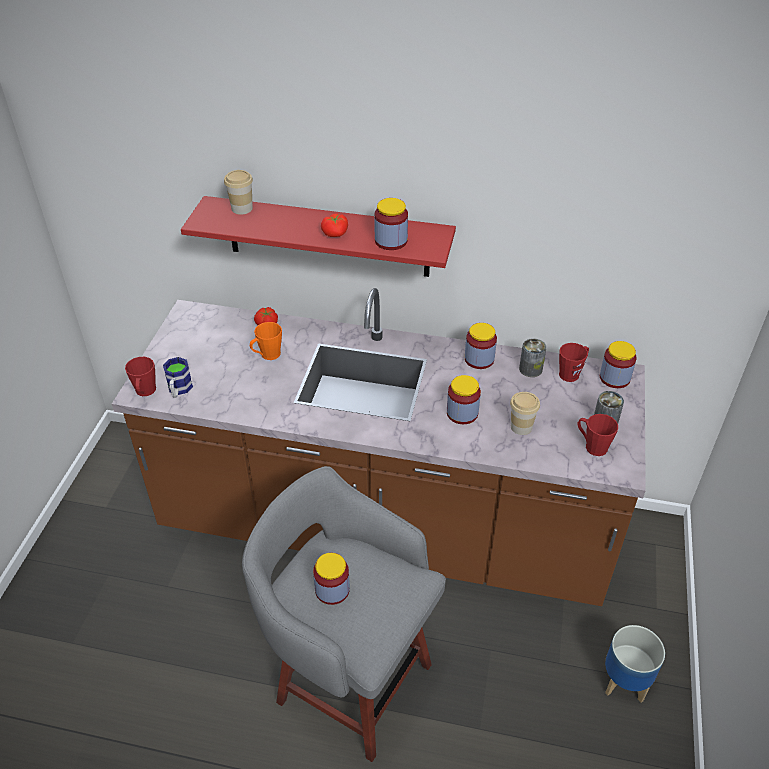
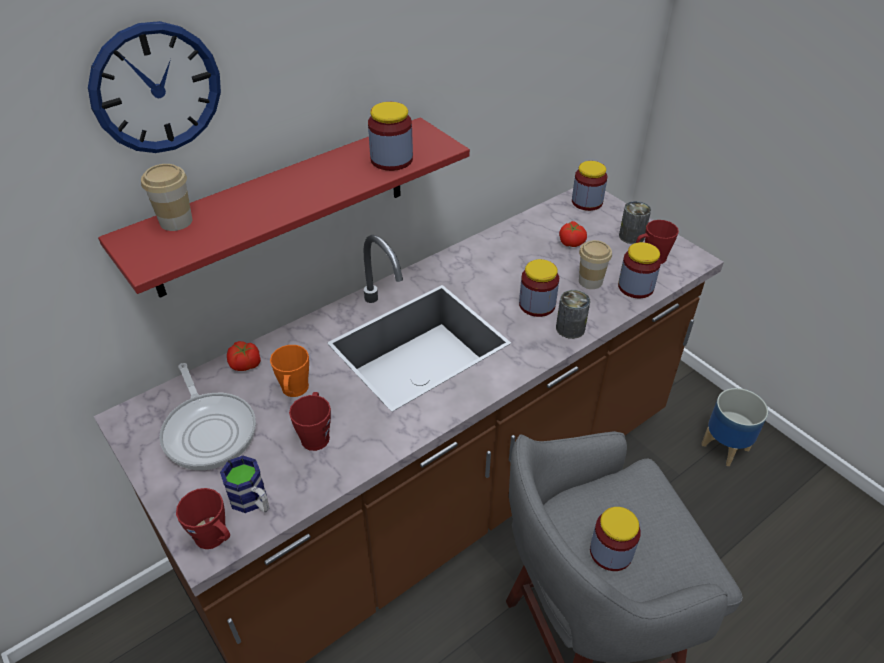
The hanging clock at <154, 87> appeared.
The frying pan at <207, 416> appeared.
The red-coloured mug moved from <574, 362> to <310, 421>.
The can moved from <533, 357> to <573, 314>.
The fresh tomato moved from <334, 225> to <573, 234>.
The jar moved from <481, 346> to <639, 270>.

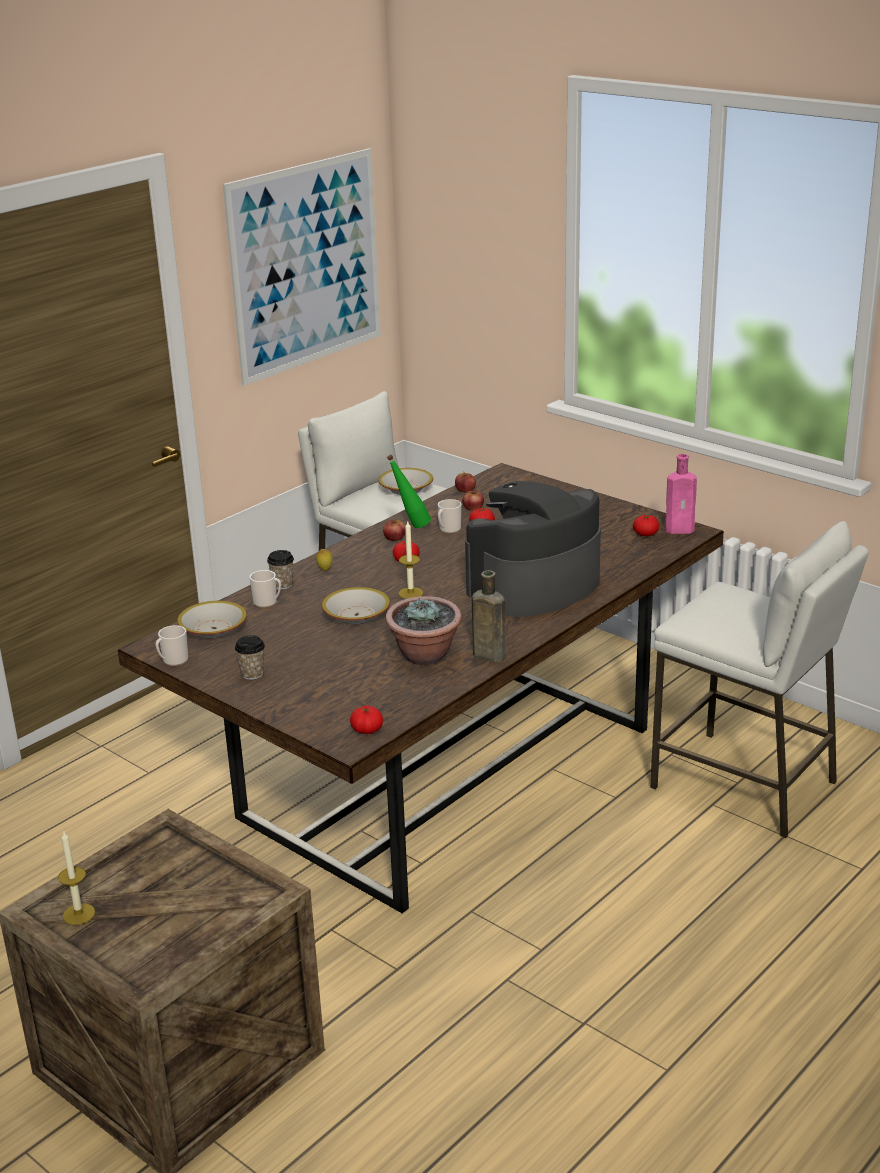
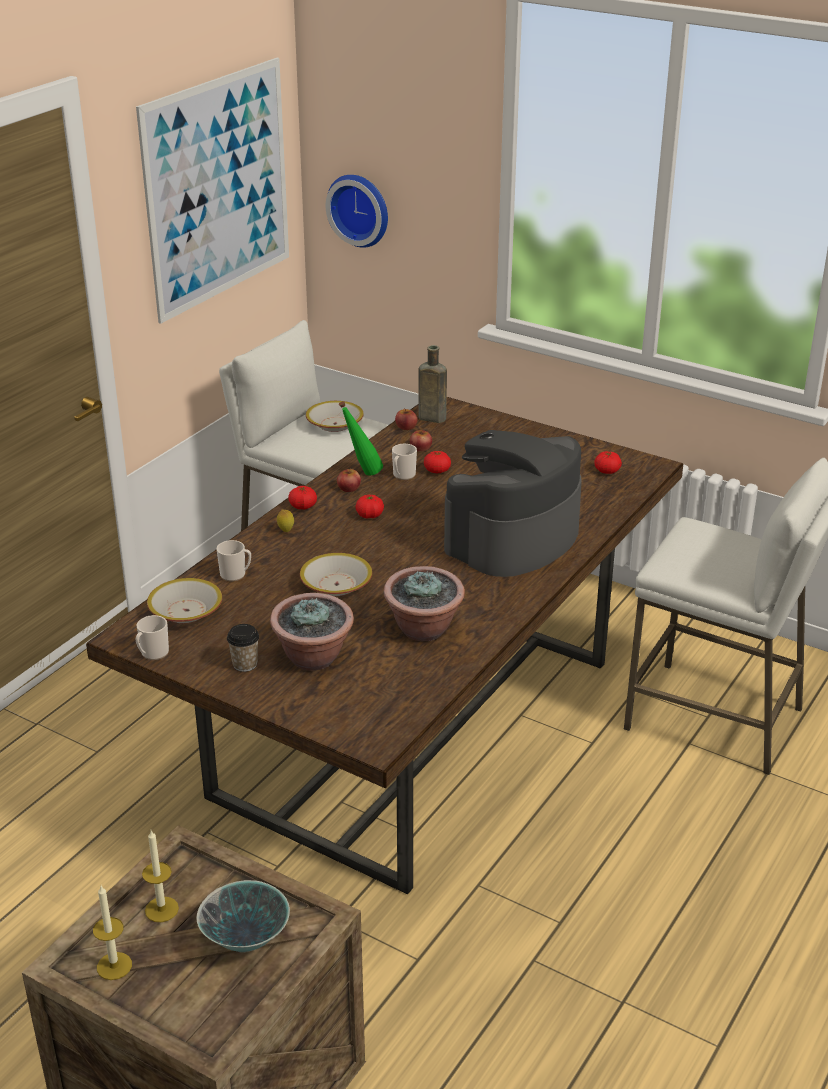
The wax light moved from <411, 559> to <160, 876>.
The bowl at <243, 916> appeared.
The plant in a pot at <312, 632> appeared.
The fresh tomato moved from <366, 720> to <302, 498>.
The hanging clock at <357, 211> appeared.
The brown beverage bottle moved from <489, 616> to <432, 384>.
The drinking cup at <280, 570> disappeared.
The pink-coloured beverage bottle at <681, 494> disappeared.

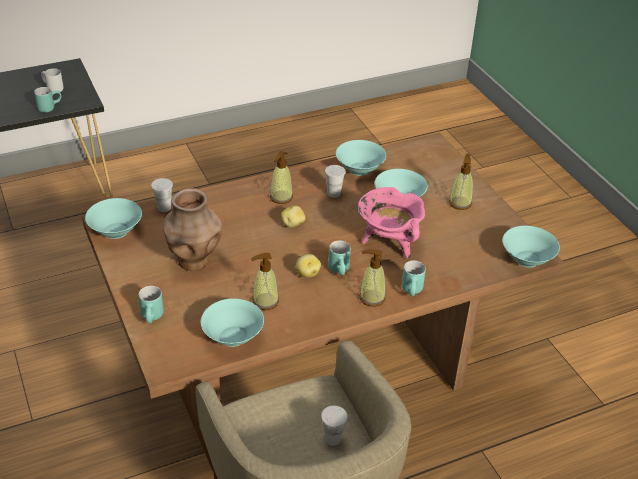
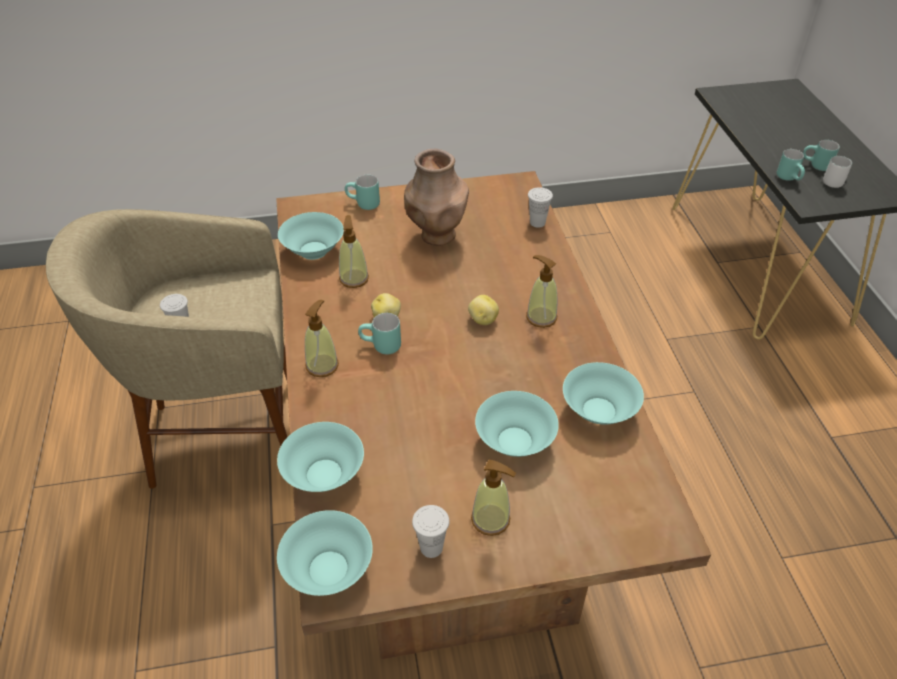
The turquoise-coloured bowl moved from <113, 218> to <320, 457>.
The whitish drinking cup moved from <335, 181> to <430, 531>.
The turquoise-coloured mug moved from <414, 278> to <821, 155>.
The pink-coloured cooking pot at <391, 223> disappeared.

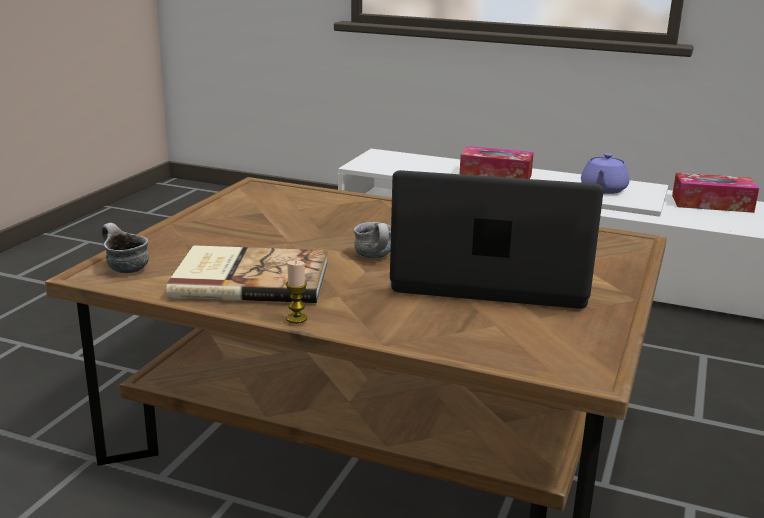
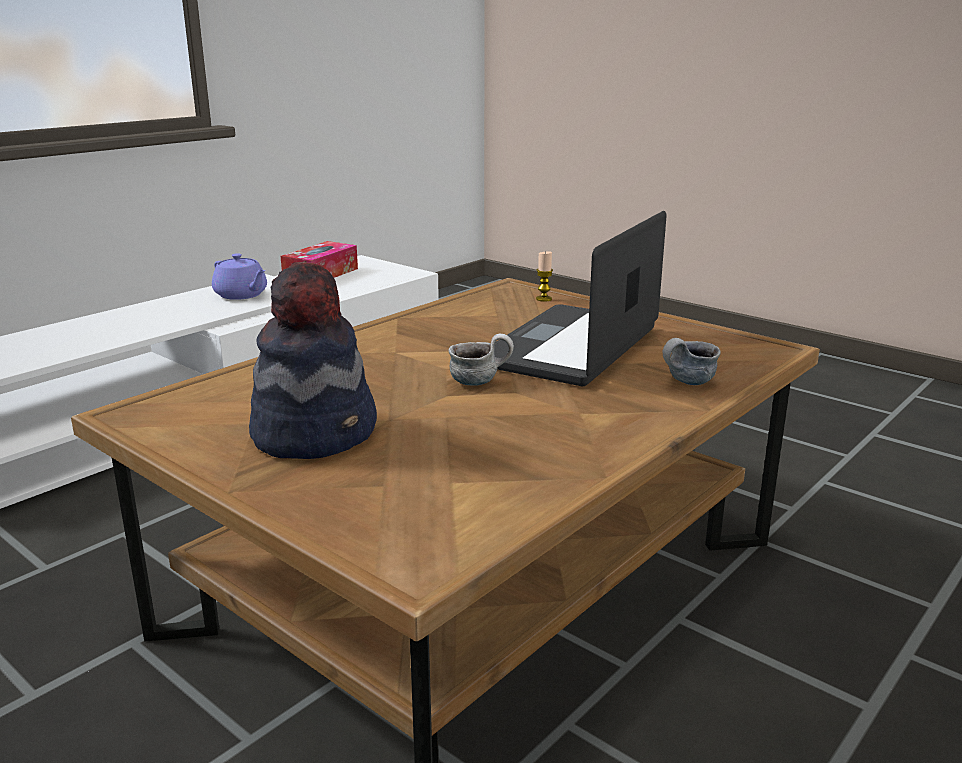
The hat at <313, 360> appeared.
The wax light moved from <296, 292> to <544, 276>.
The mug moved from <125, 248> to <691, 361>.
The volume at <247, 274> disappeared.
The box of tissues at <497, 162> disappeared.

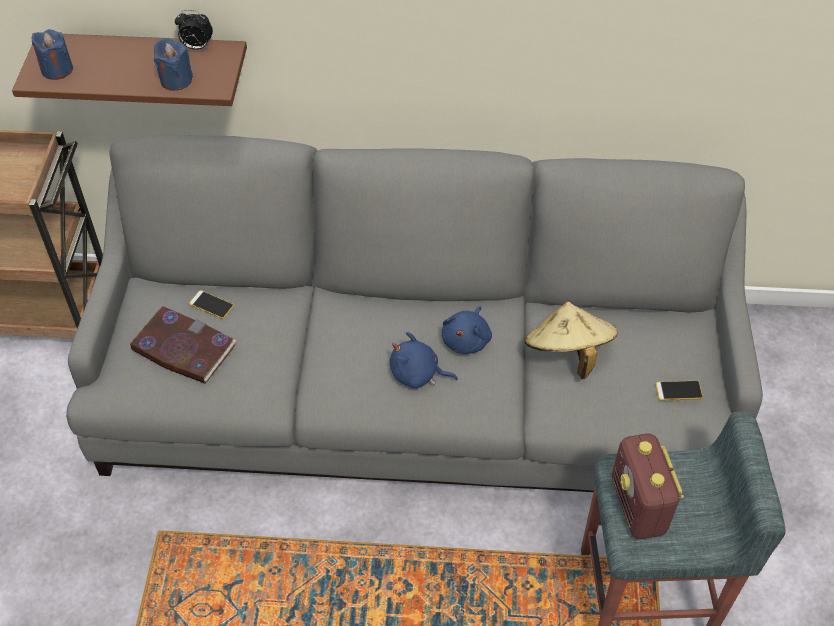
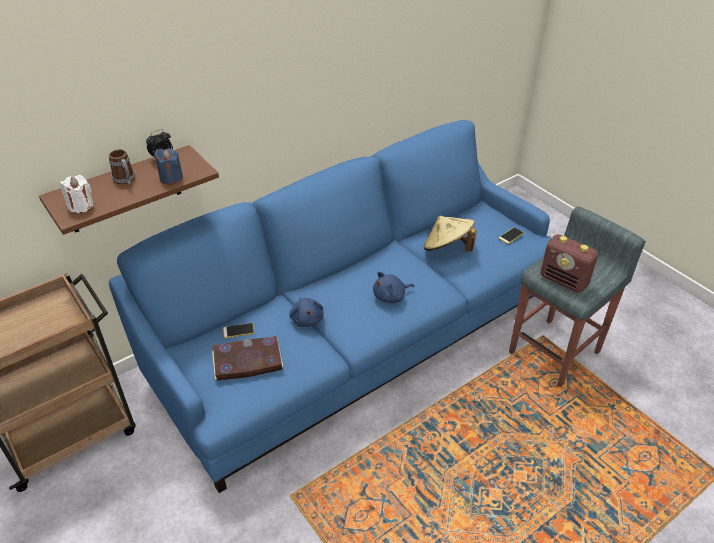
The bluish wax light at <52, 54> became the whitish wax light at <77, 194>.
The gray settee at <414, 313> became the bluish settee at <330, 306>.
The mug at <122, 167> appeared.
The bluish plush toy moved from <467, 330> to <306, 312>.

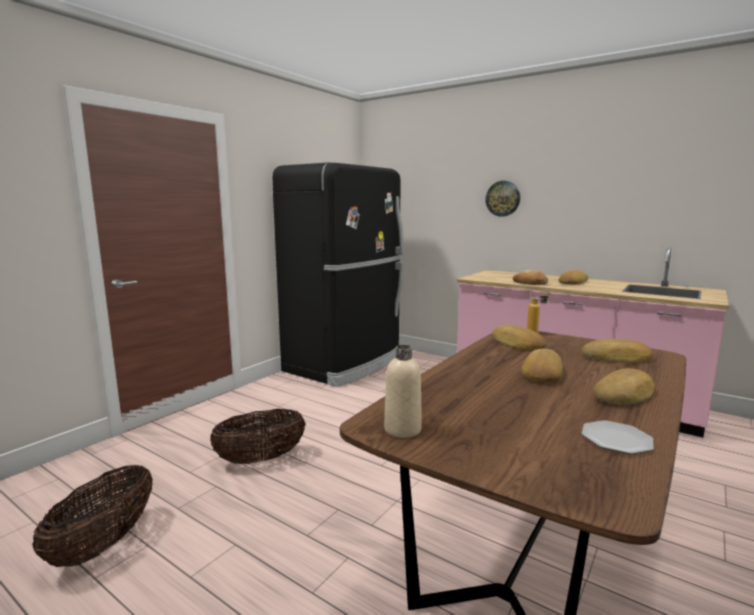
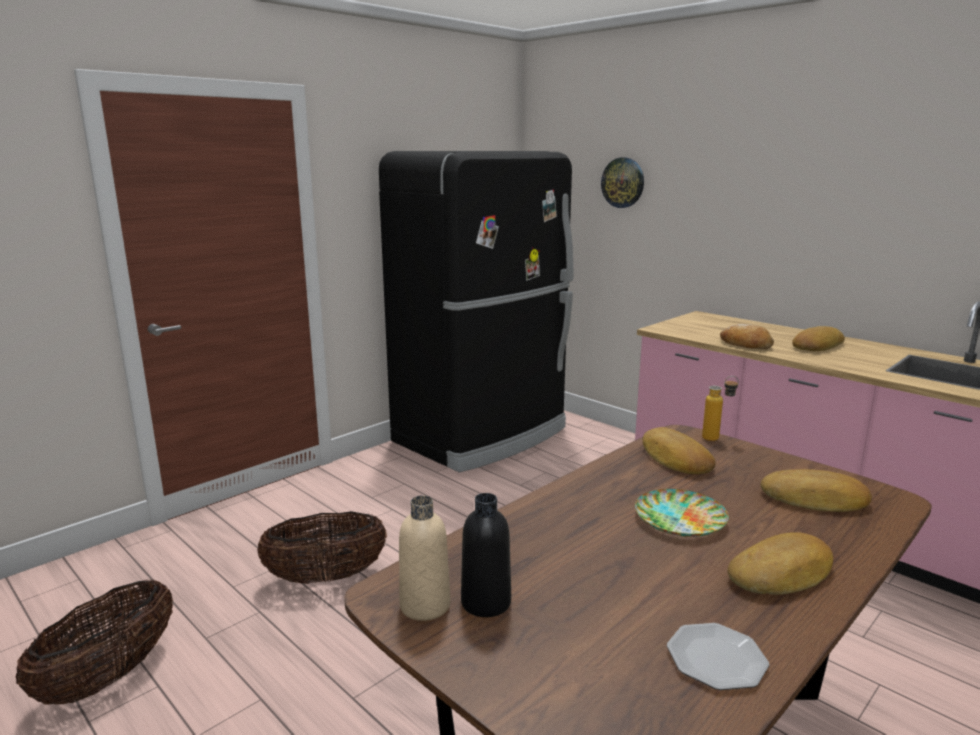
The blackish beverage bottle at <486, 555> appeared.
The hanging clock moved from <503, 199> to <622, 183>.
The baked bread at <542, 366> was replaced by the dinner plate at <682, 513>.

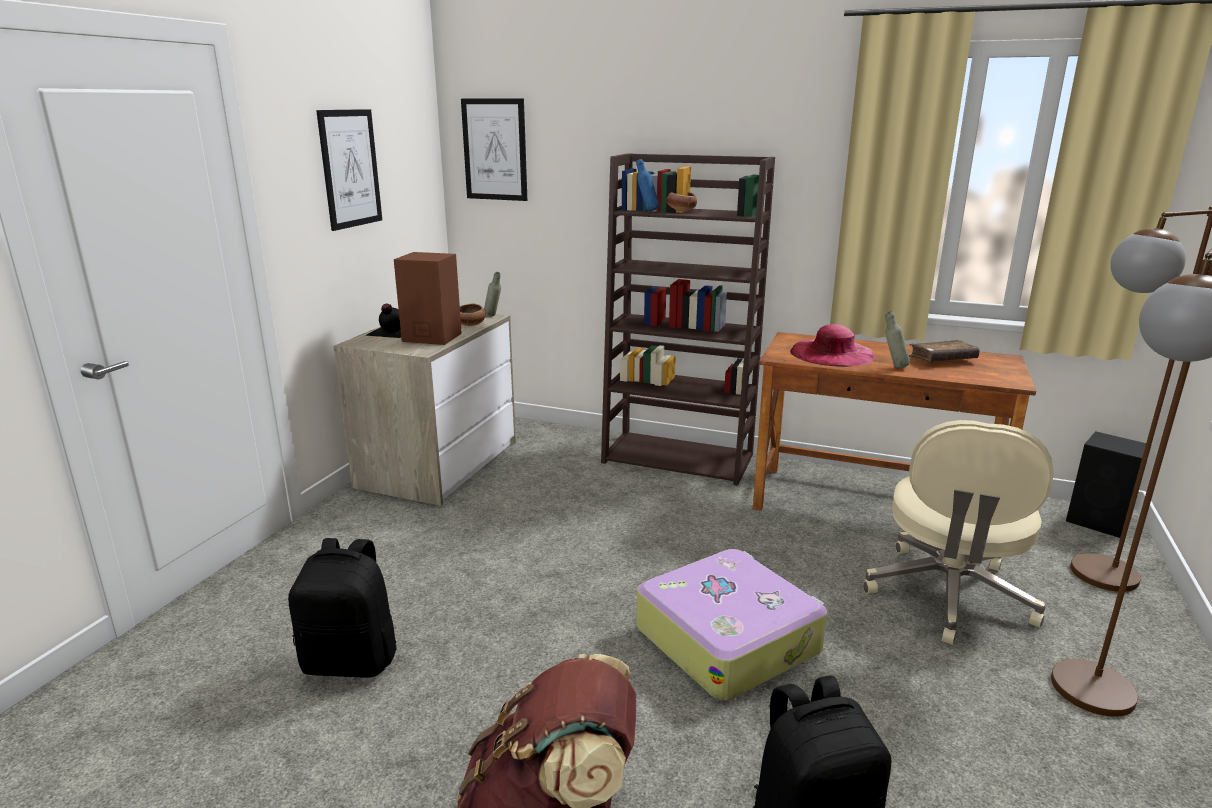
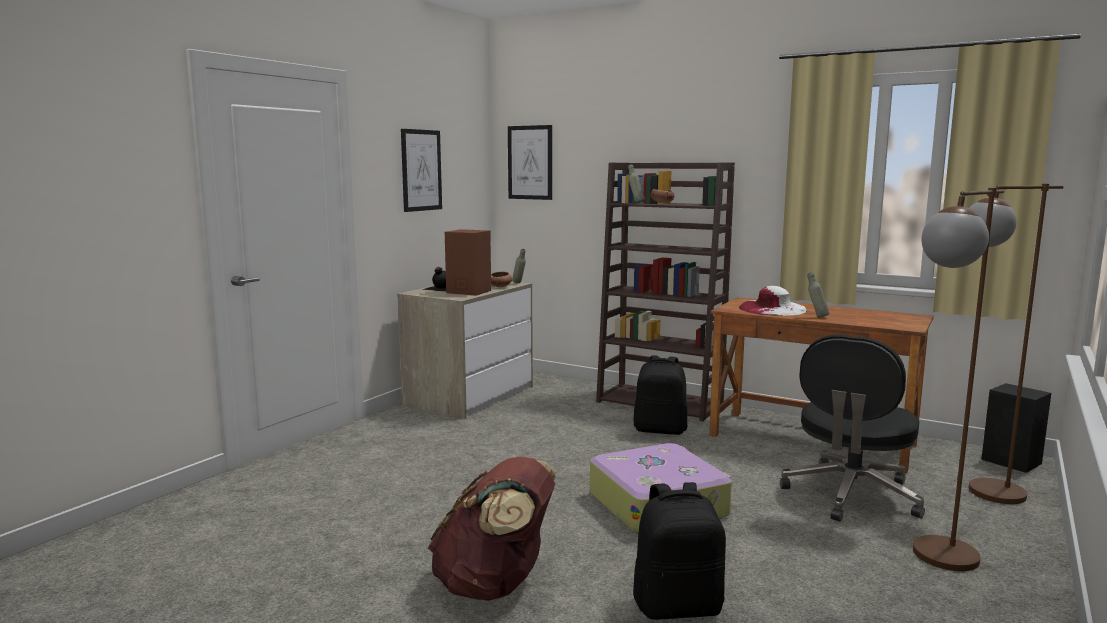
The bluish beverage bottle at <647, 185> became the gray beverage bottle at <636, 184>.
The blackish backpack moved from <342, 608> to <660, 395>.
The pink-coloured hat at <832, 345> became the whitish hat at <773, 301>.
The beige office chair at <958, 532> became the blackish office chair at <852, 428>.
The brown volume at <944, 351> disappeared.

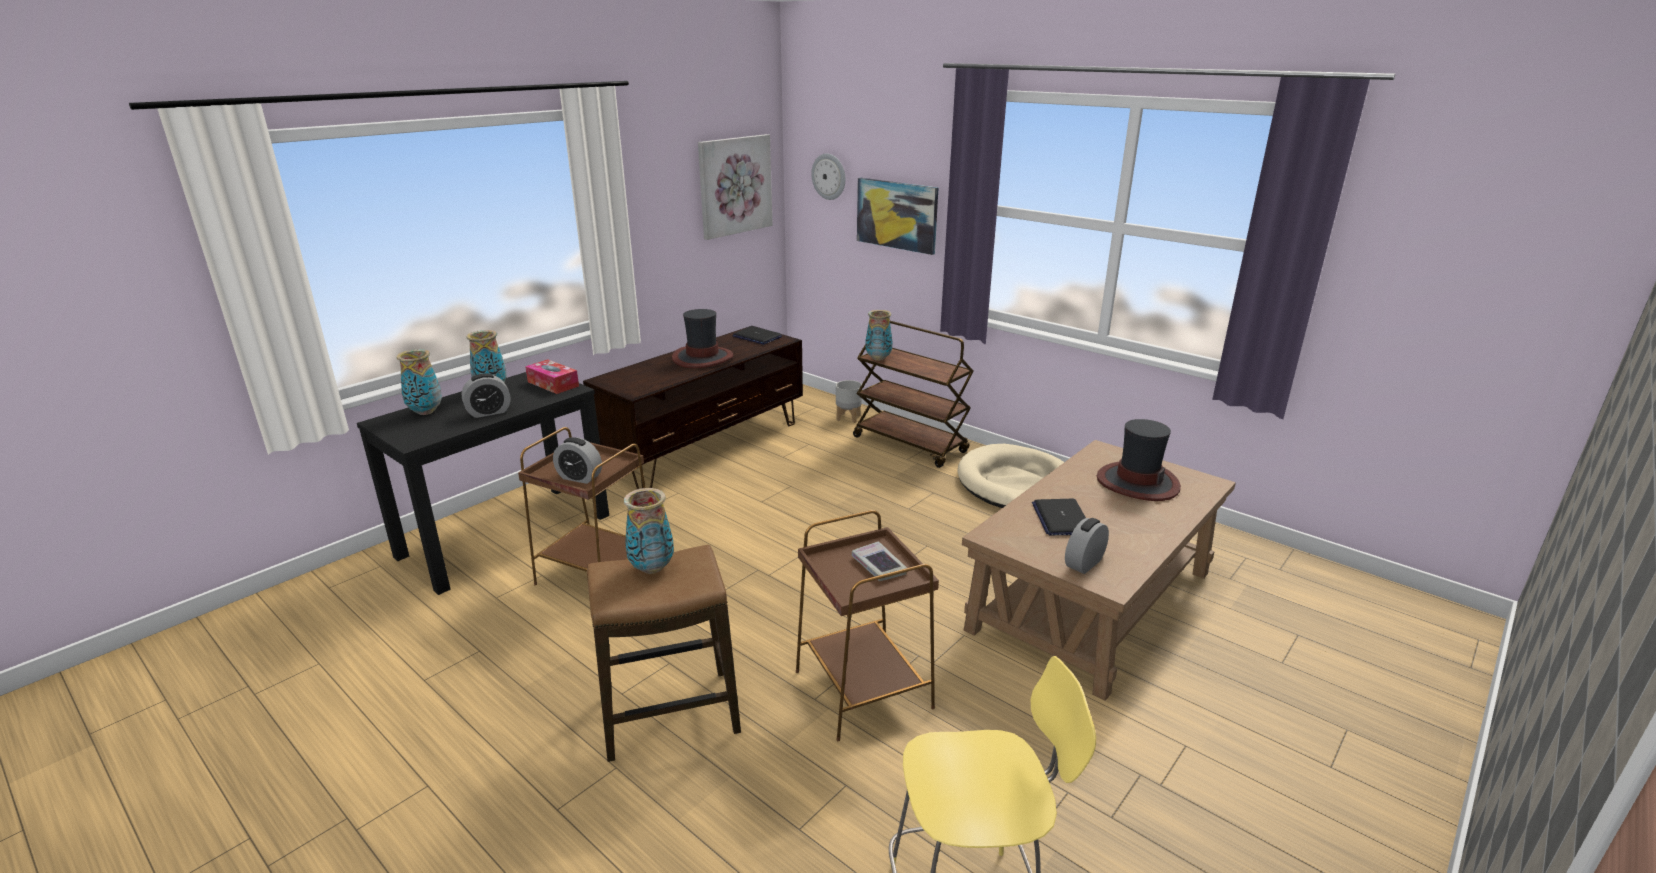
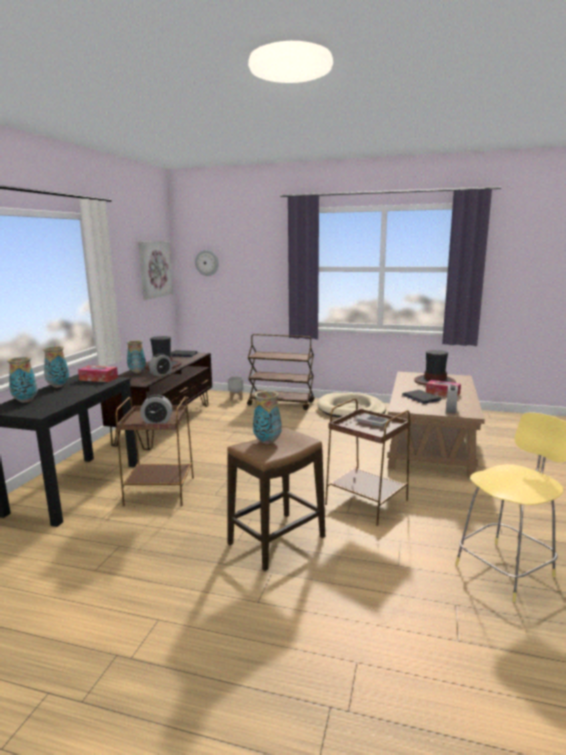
The vase moved from <879, 335> to <136, 356>.
The table clock moved from <486, 395> to <160, 364>.
The box of tissues at <443, 388> appeared.
The wall art at <897, 216> disappeared.

